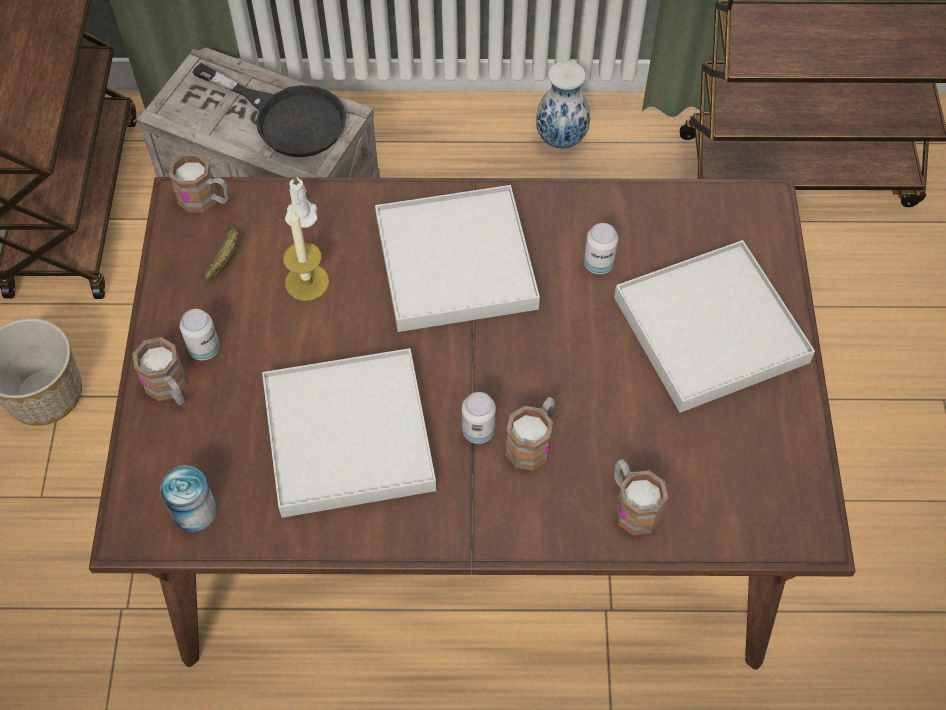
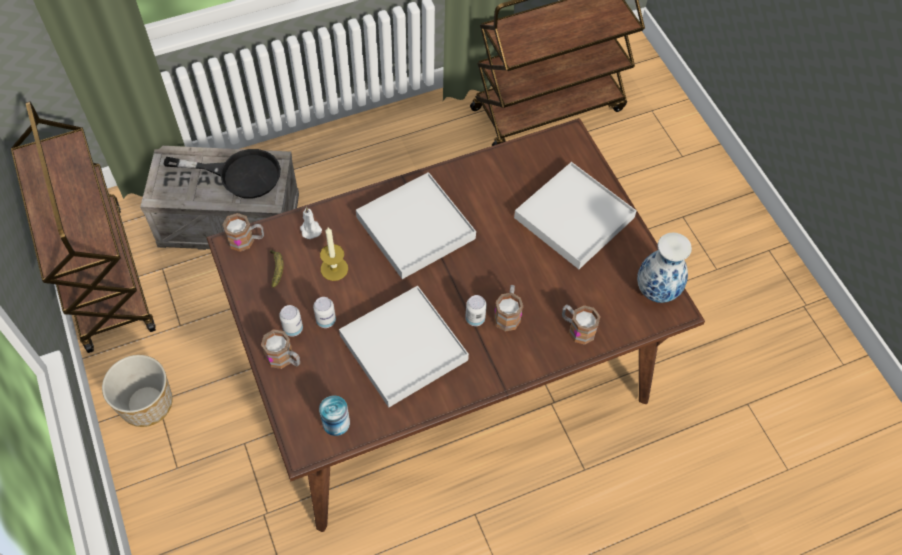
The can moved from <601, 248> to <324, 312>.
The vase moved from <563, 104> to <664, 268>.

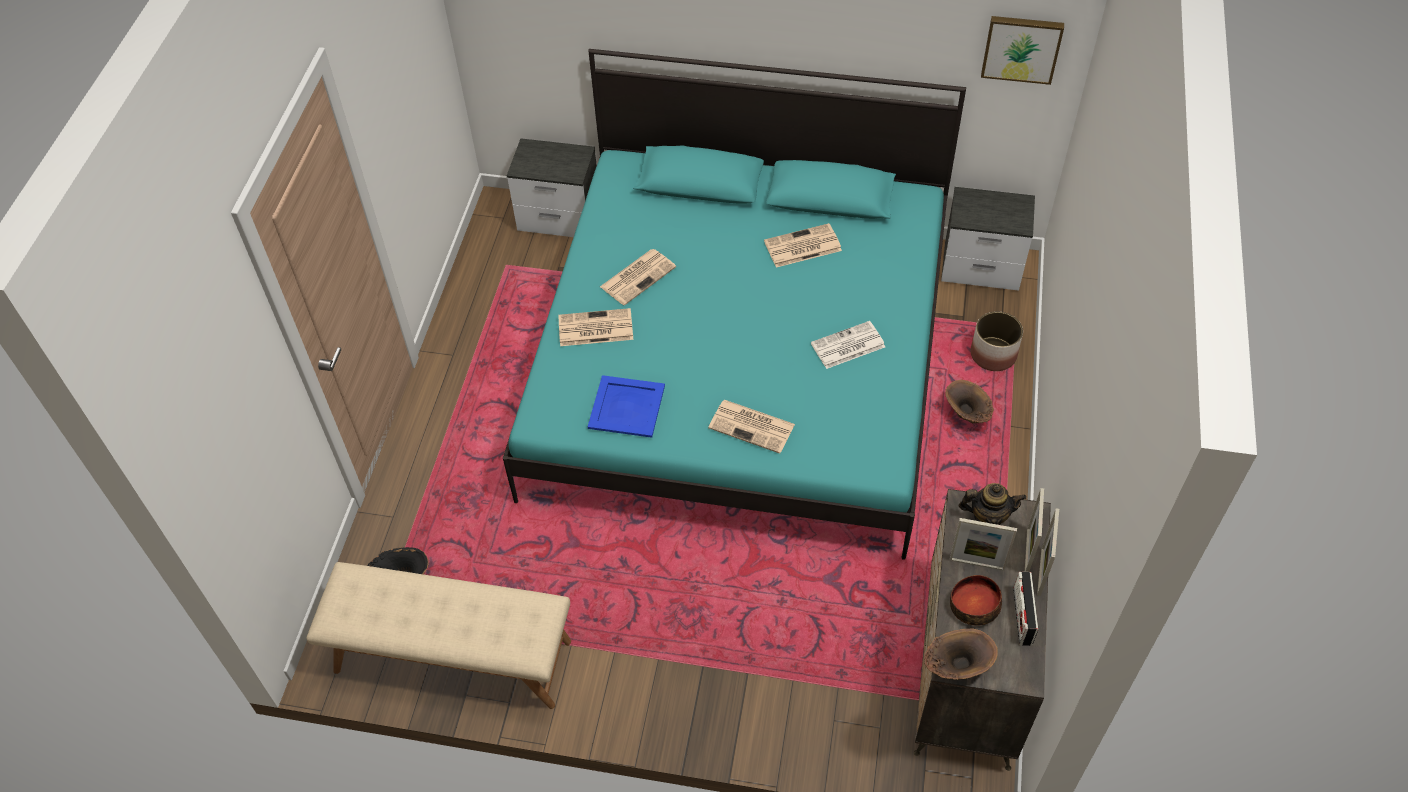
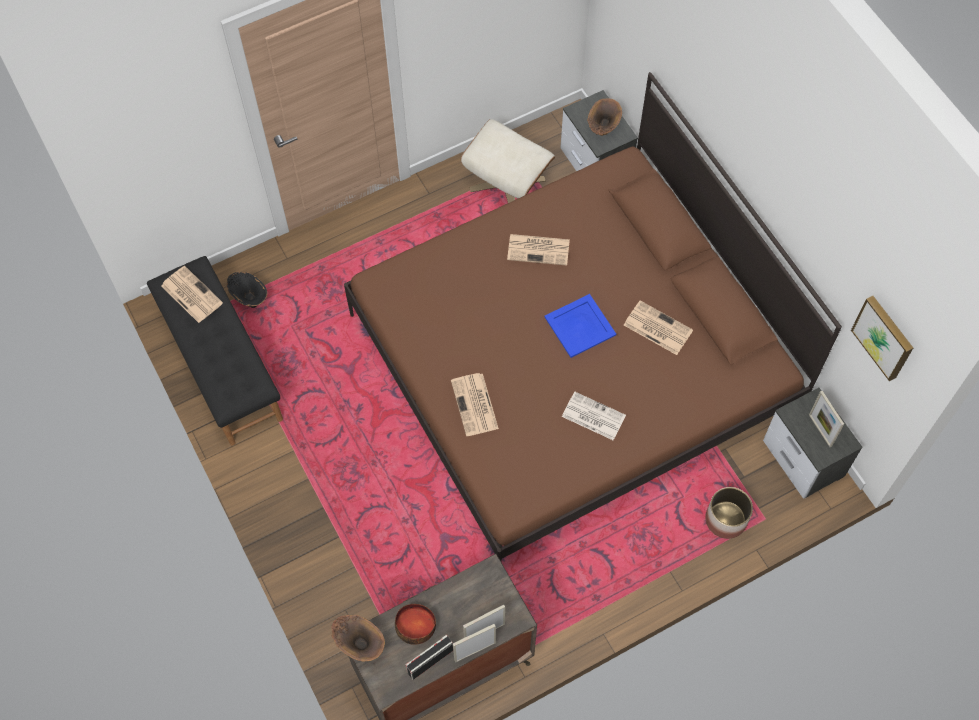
The beige bench at <438, 635> became the blackish bench at <215, 350>.
The newspaper moved from <595, 327> to <192, 294>.
The turquoise-coloured sleeping bed at <734, 304> became the brown sleeping bed at <593, 317>.
The beige footrest at <508, 161> appeared.
The bluish carrying tray moved from <626, 406> to <580, 326>.
The brown vase moved from <969, 402> to <604, 117>.
The standing frame moved from <983, 544> to <826, 419>.
The tea pot at <992, 504> disappeared.

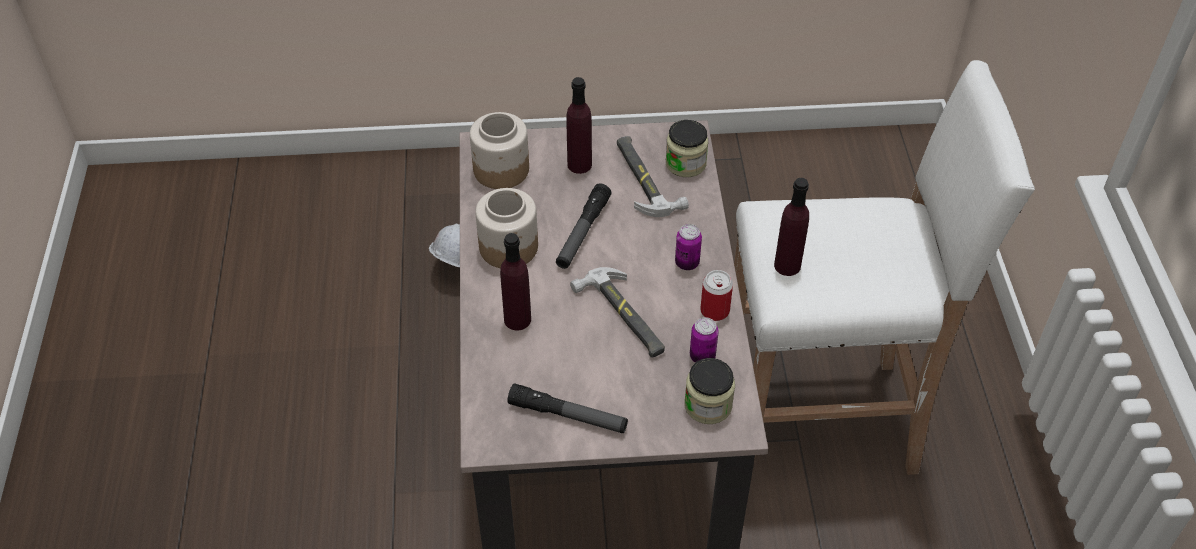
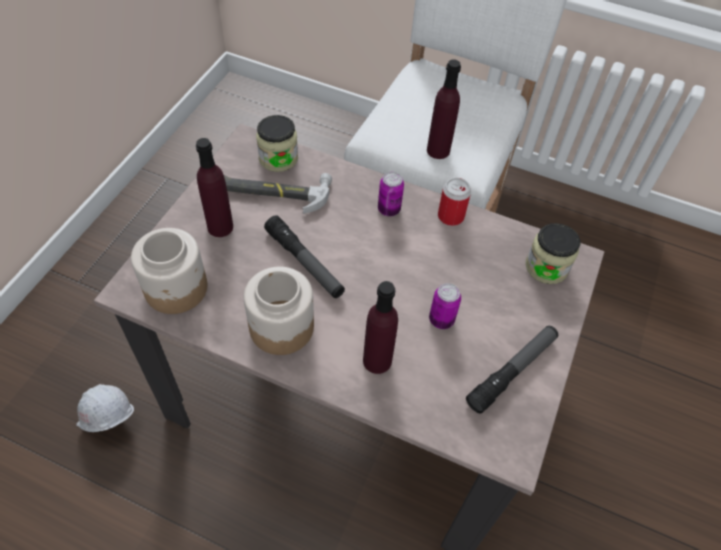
The can moved from <704, 339> to <445, 306>.
The hand hammer at <617, 312> disappeared.

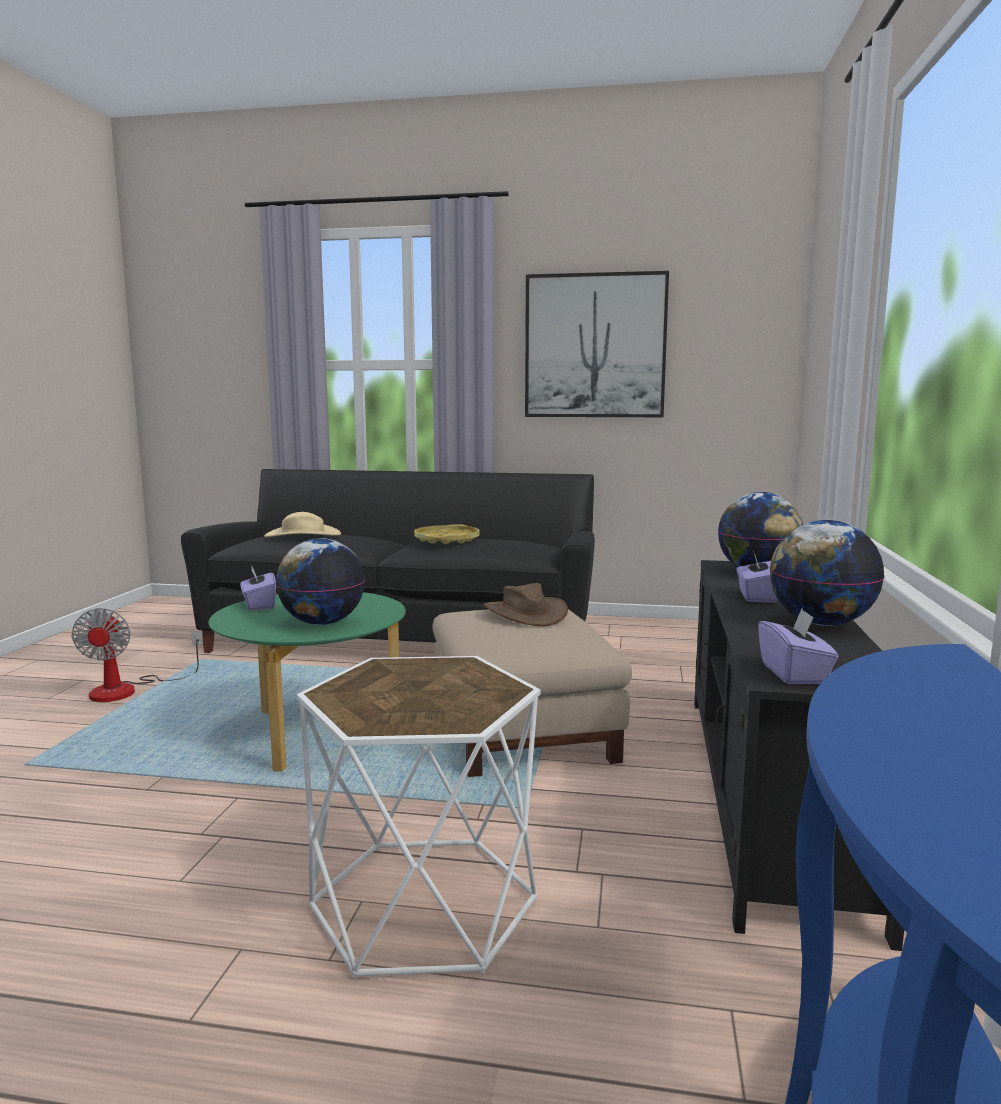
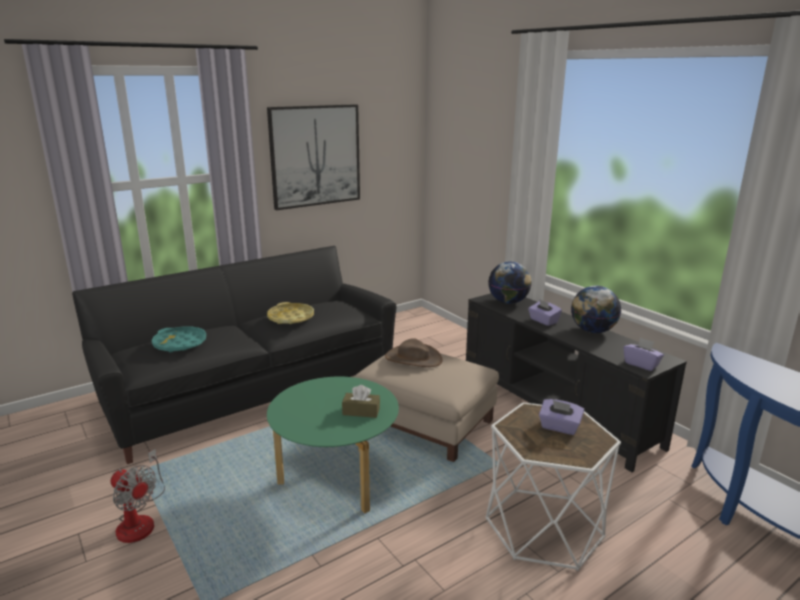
The beige hat at <302, 524> was replaced by the turquoise-coloured carrying tray at <179, 339>.
The globe at <320, 581> was replaced by the brown box of tissues at <361, 401>.
The purple-coloured box of tissues moved from <258, 588> to <561, 417>.

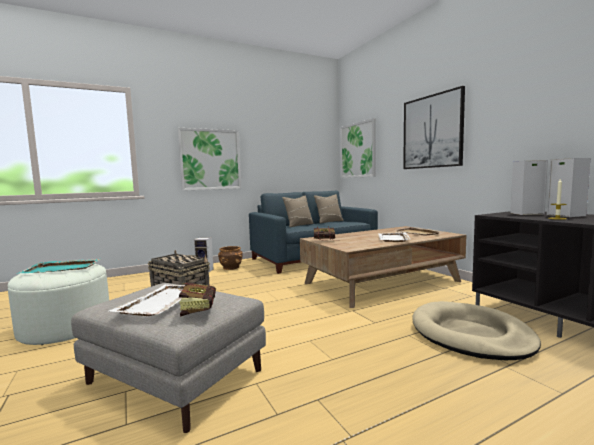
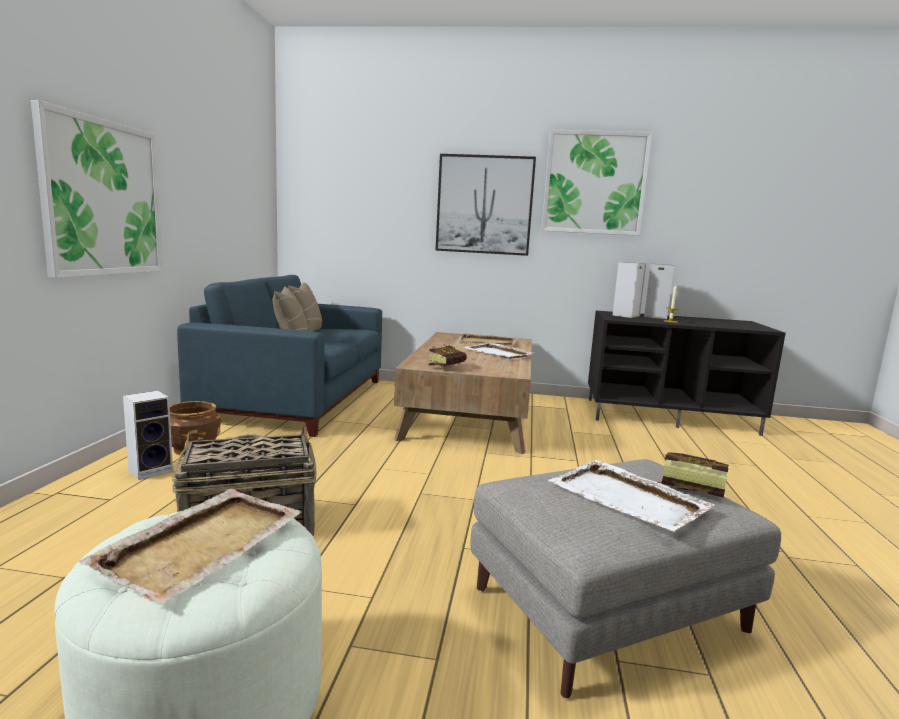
The turquoise-coloured carrying tray at <58, 266> became the beige carrying tray at <190, 547>.
The wall art moved from <358, 148> to <597, 183>.
The beige pet bed at <476, 330> disappeared.

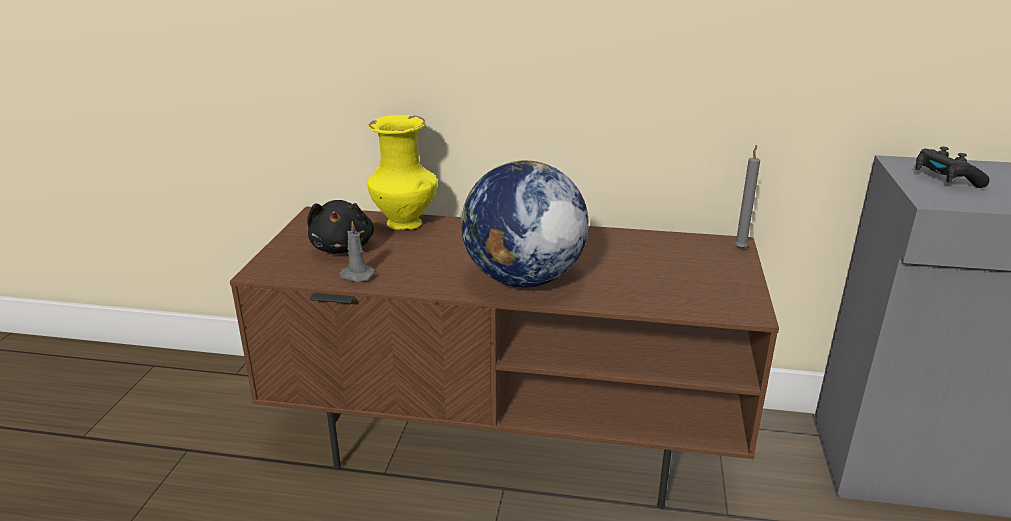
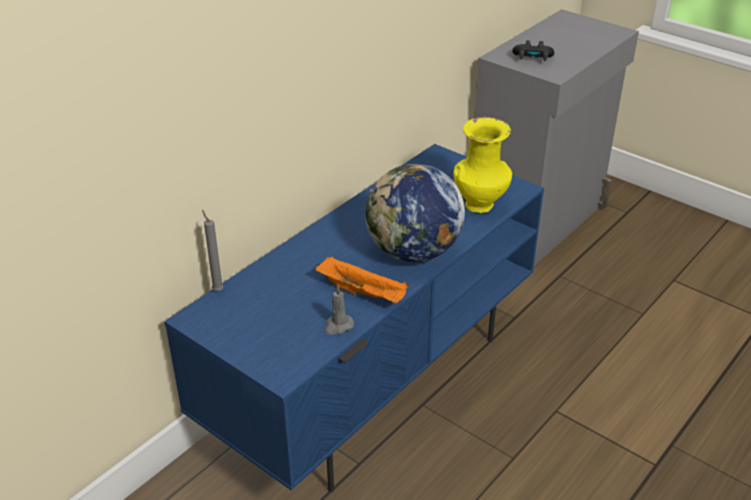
The brown media console at <504, 358> became the bluish media console at <354, 318>.
The gray wax light moved from <747, 197> to <213, 250>.
The orange-coloured carrying tray at <361, 279> appeared.
The yellowish vase moved from <402, 172> to <483, 165>.
The blackish plush toy at <340, 227> disappeared.

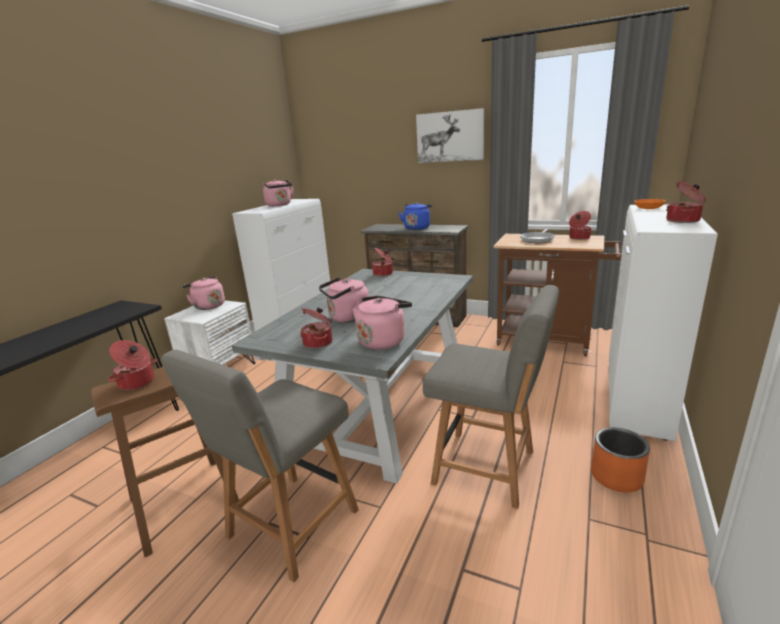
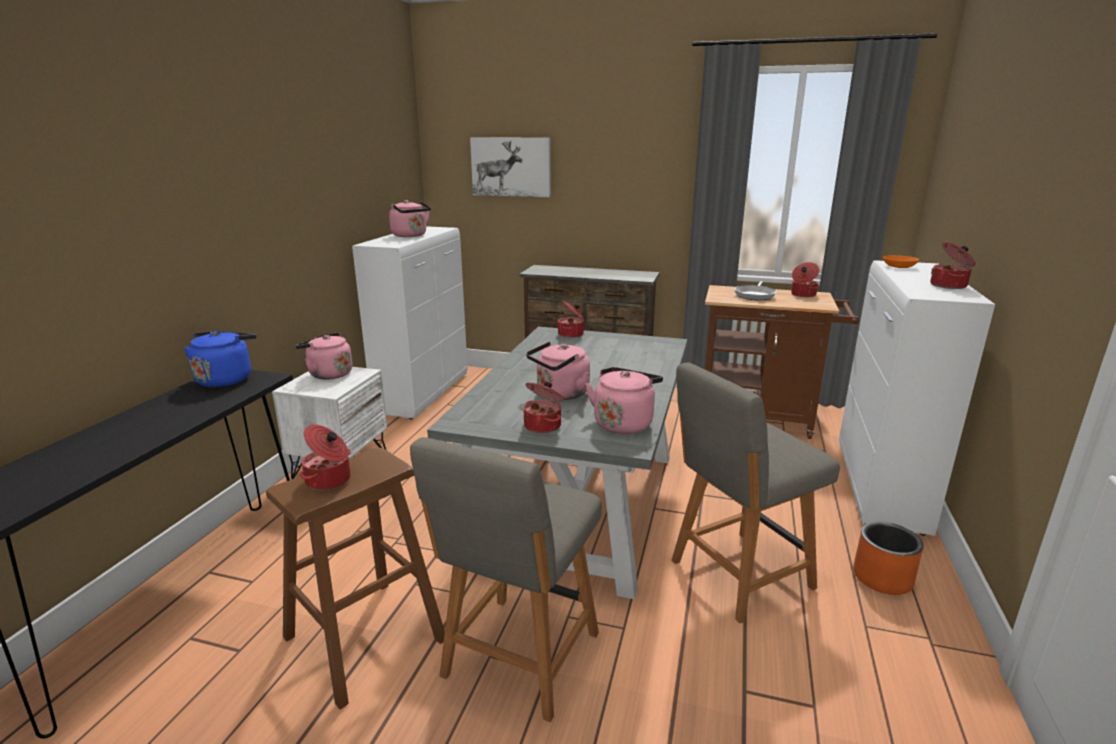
The bluish kettle moved from <415, 216> to <219, 359>.
The wall art moved from <450, 135> to <510, 167>.
The gray plain chair at <491, 397> turned 135 degrees clockwise.

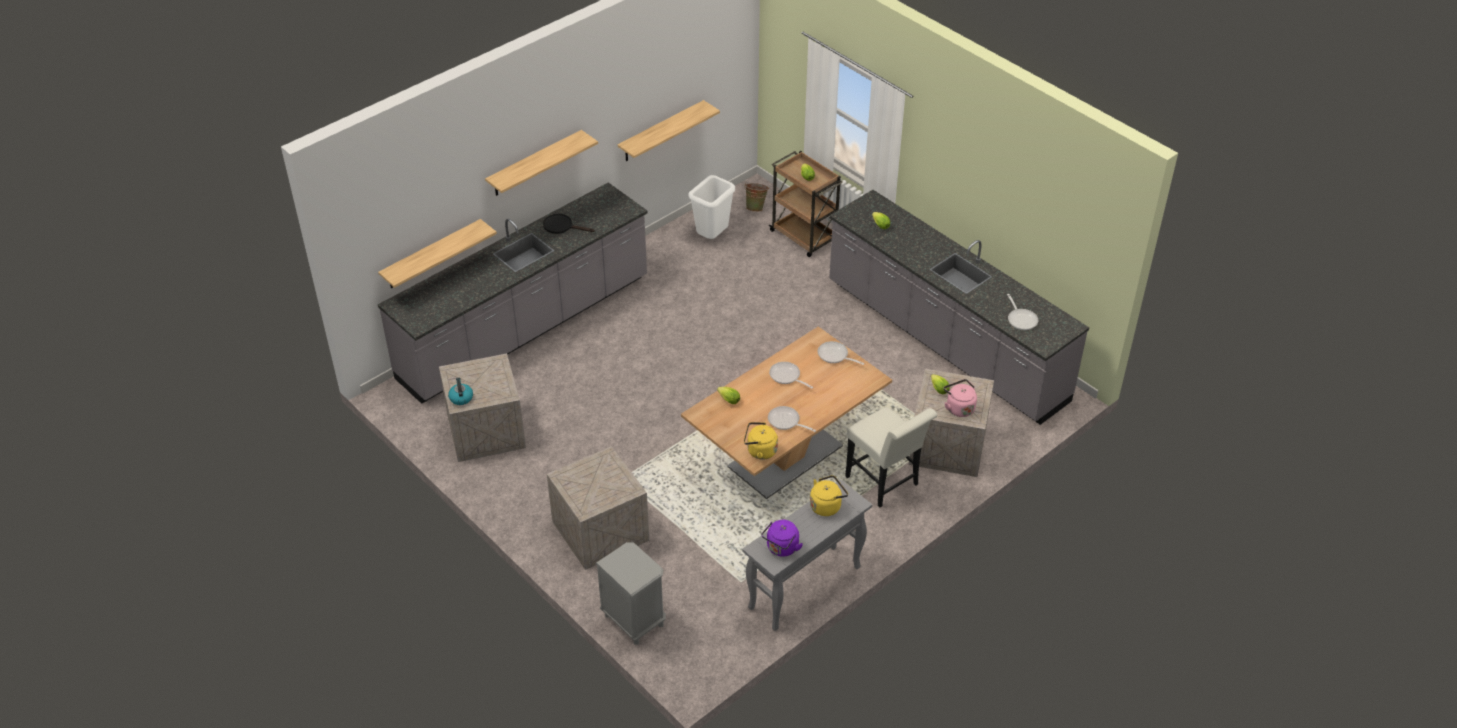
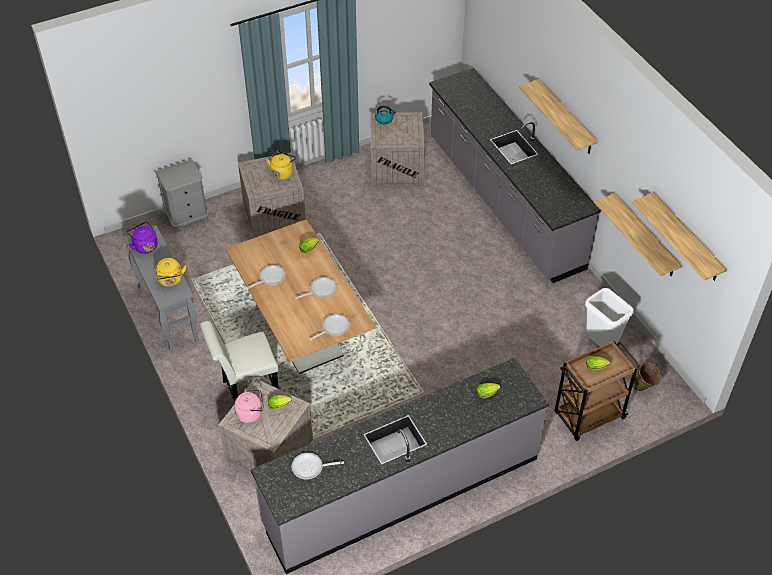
The yellowish kettle moved from <761, 441> to <281, 165>.
The wall shelf moved from <437, 253> to <679, 236>.
The blackish frying pan at <569, 224> disappeared.

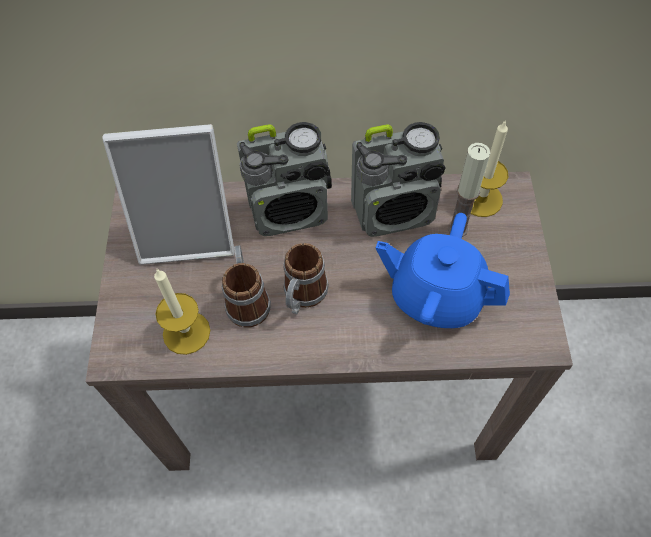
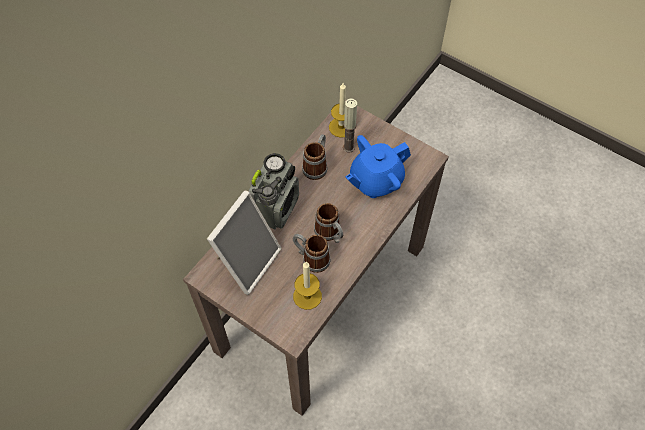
The radio at <398, 179> was replaced by the mug at <315, 157>.

